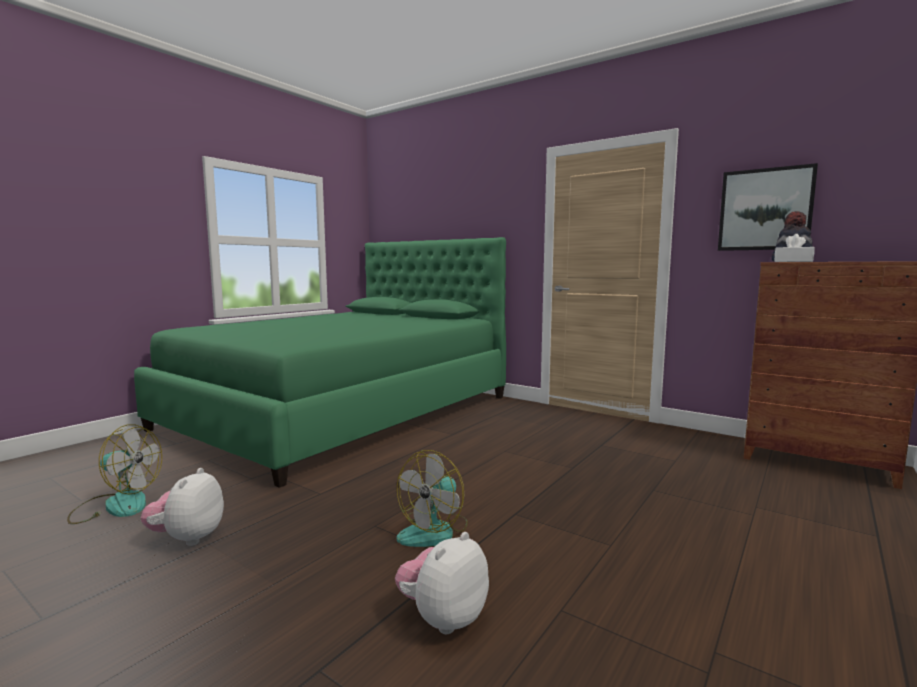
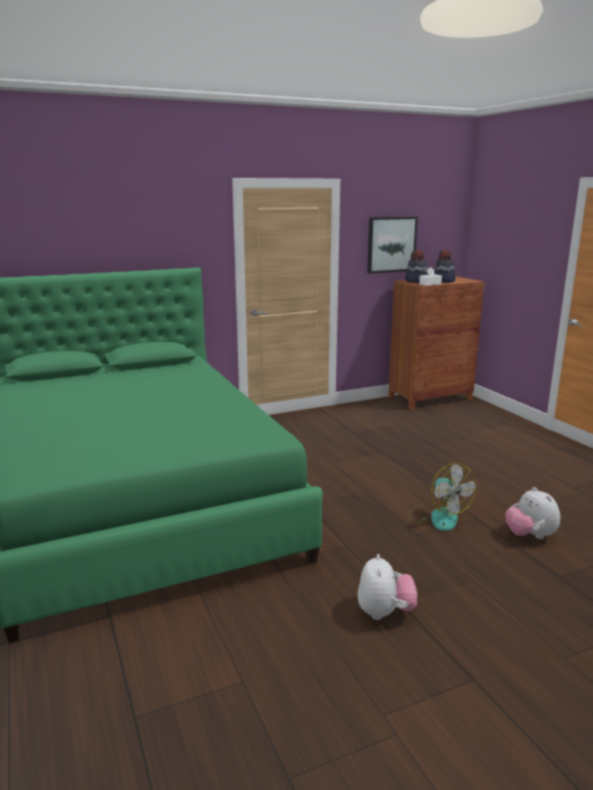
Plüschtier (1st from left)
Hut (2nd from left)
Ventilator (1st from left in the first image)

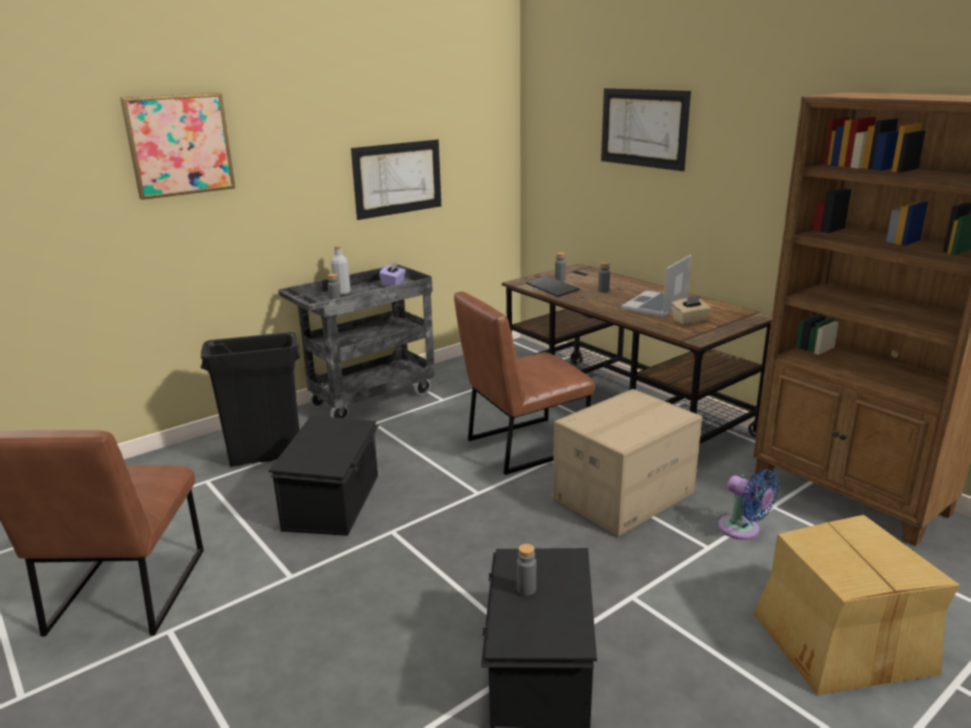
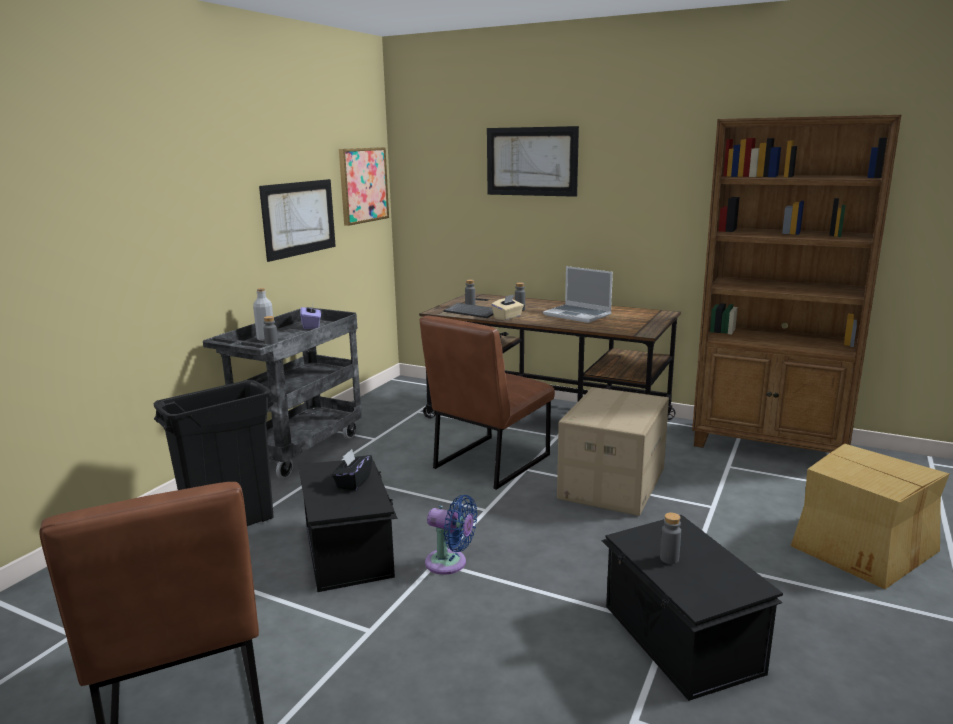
Taschentuchbox [schwarz]
Bild (2nd from left)
Ventilator [blau]
Taschentuchbox [beige]
Laptop

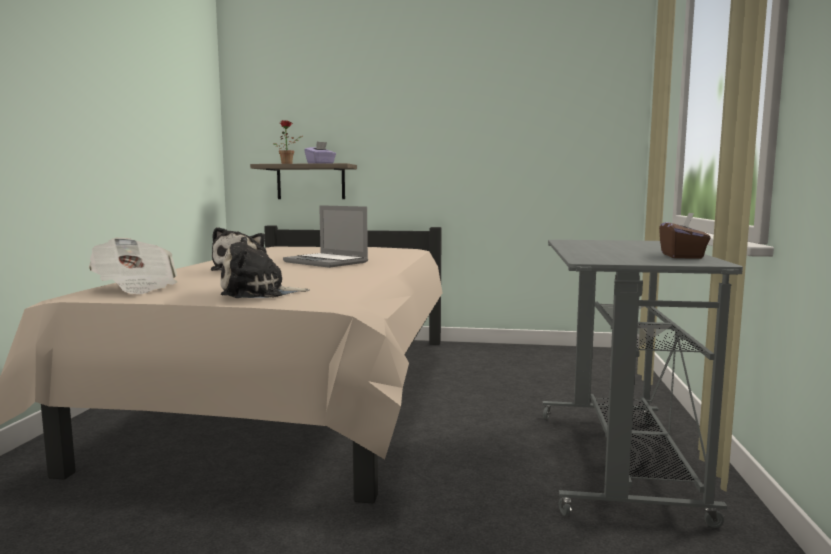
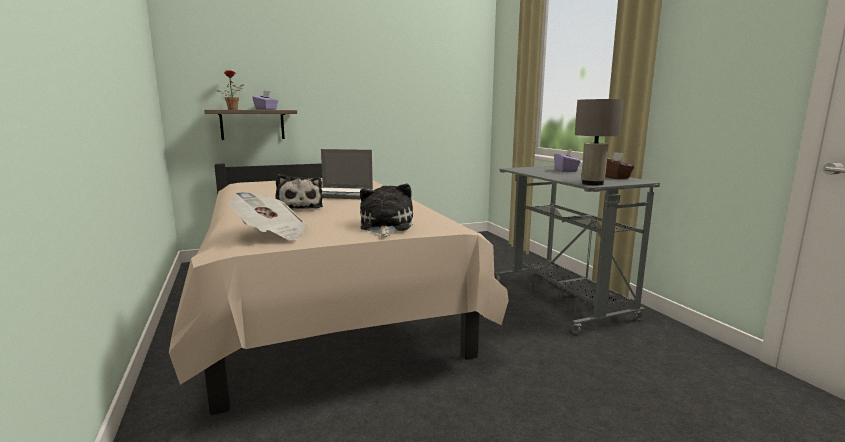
Plüschtier (2nd from left)
Taschentuchbox [lila] (2nd from left)
Tischlampe [grau]

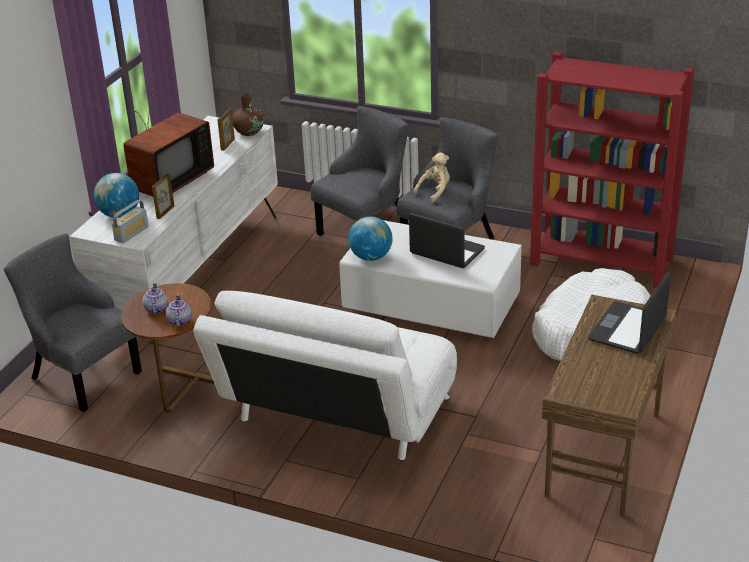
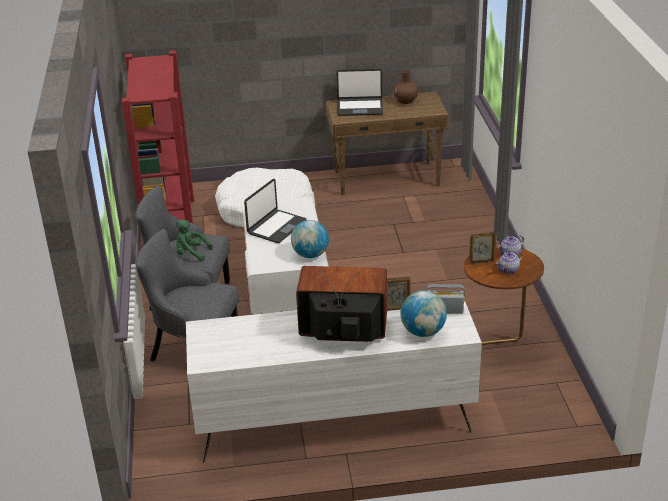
Plüschtier [grün]
Laptop (1st from left)
Vase [braun]
Bilderrahmen (2nd from left)
Sessel [grau] (1st from left in the first image)
Sofa [weiß]

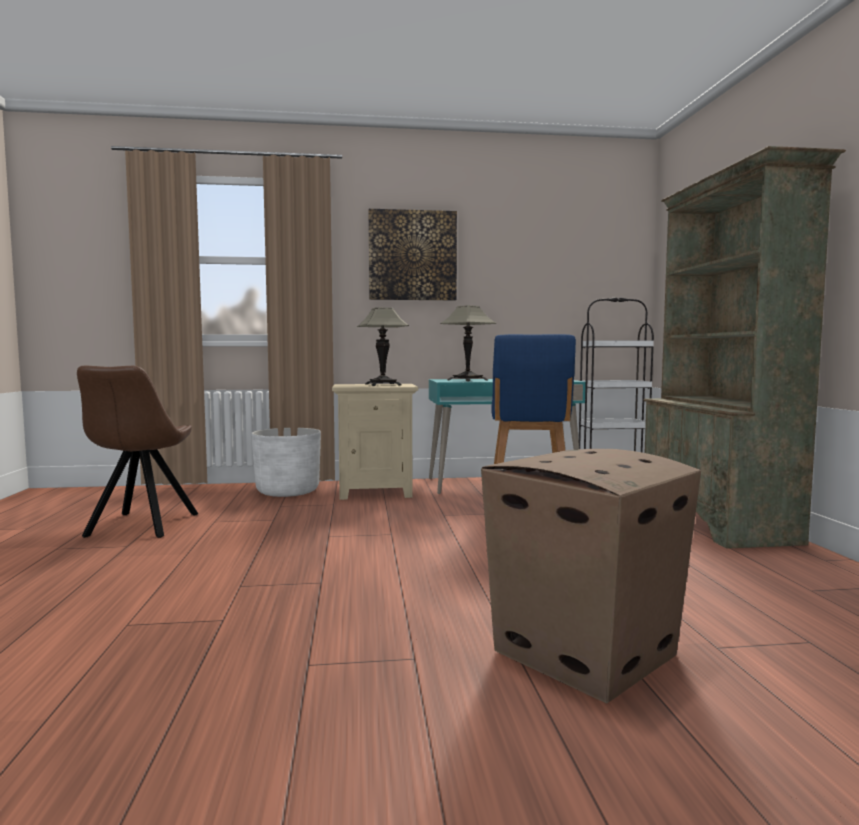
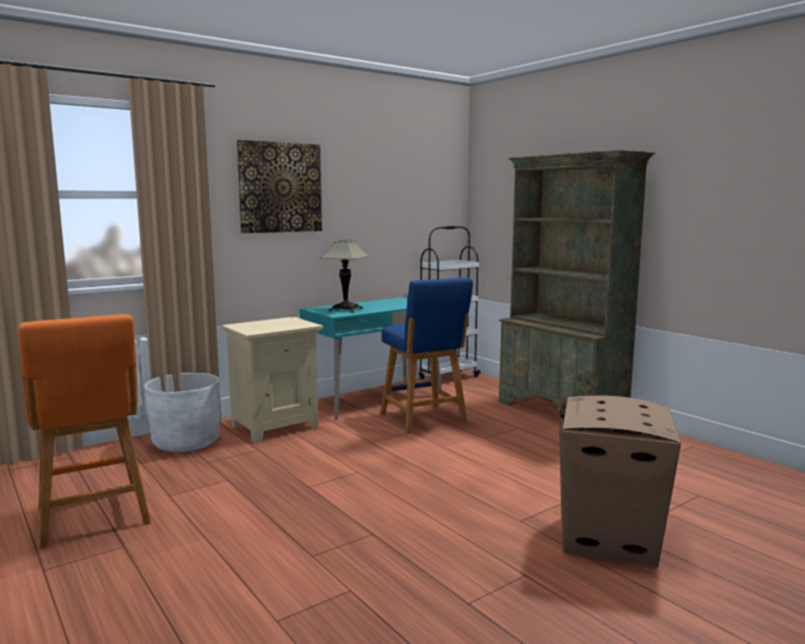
Hocker [orange]
Tischlampe (1st from left in the first image)

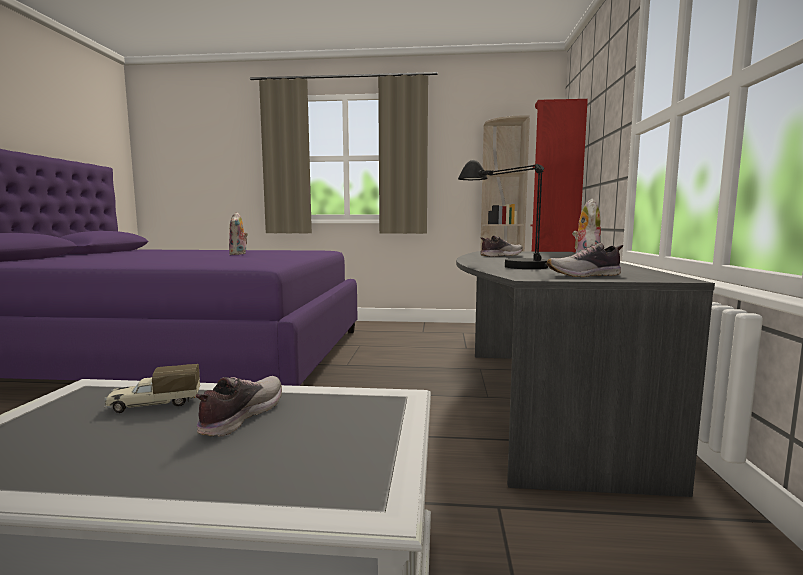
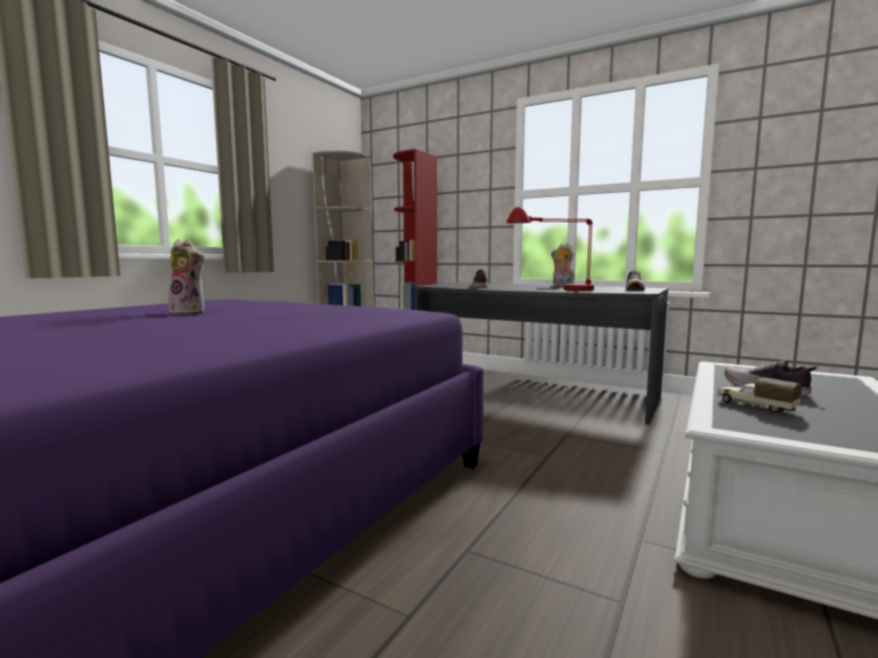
Tischlampe [rot]
Spielzeuglaster

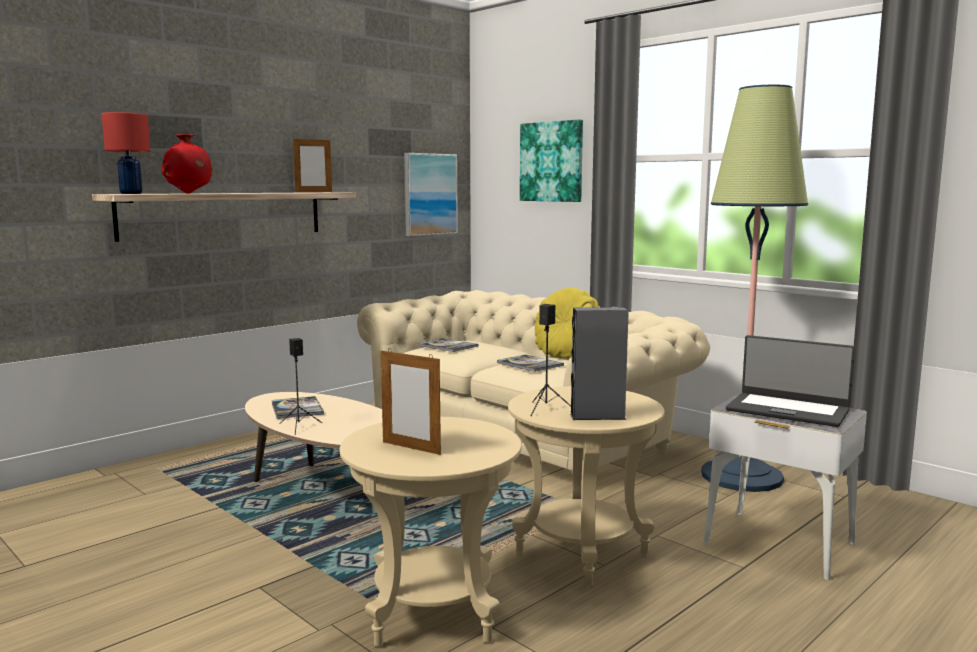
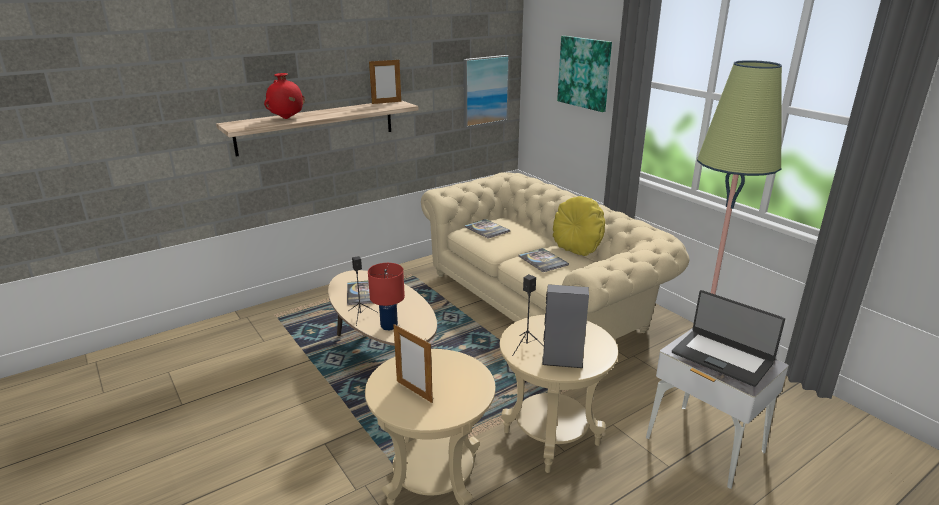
Tischlampe [rot]

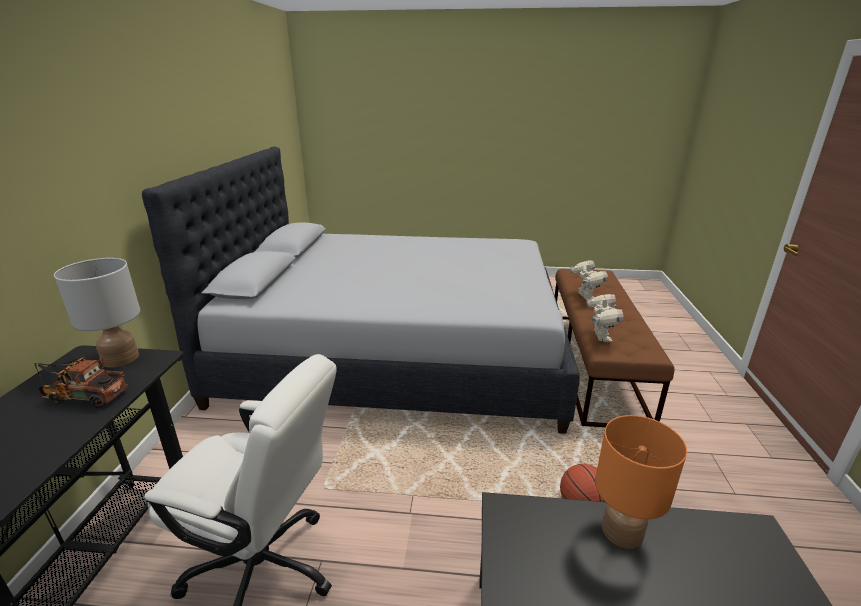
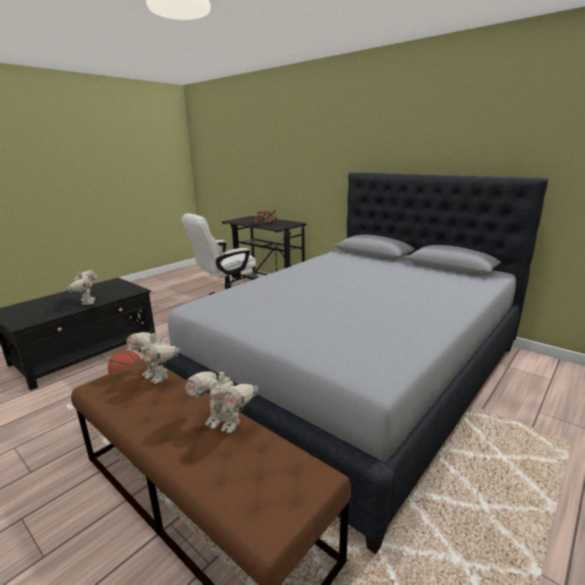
Spielzeugroboter (1st from left)
Tischlampe [grau]

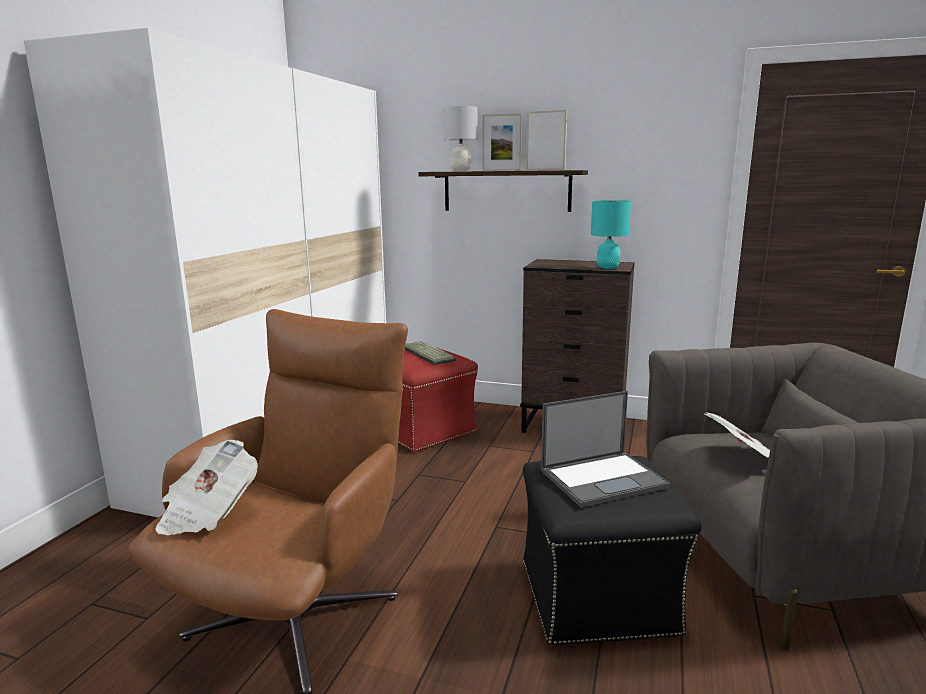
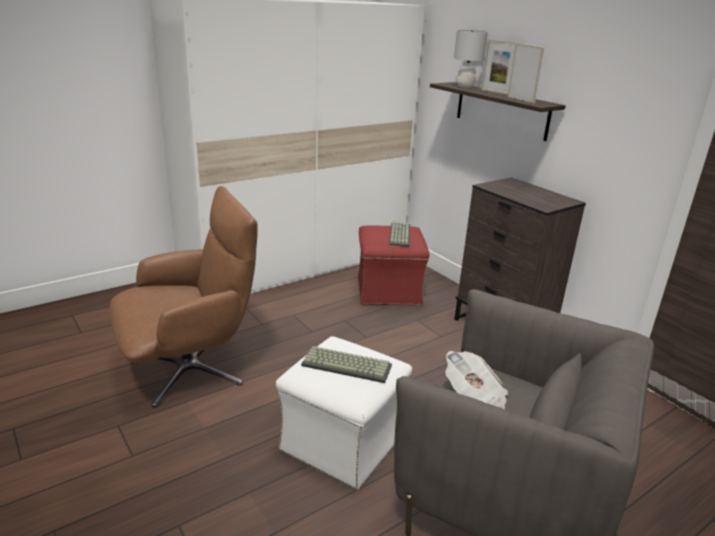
Polsterhocker [weiß]
Tastatur (1st from left)
Zeitung (1st from left in the first image)
Tischlampe [türkis]

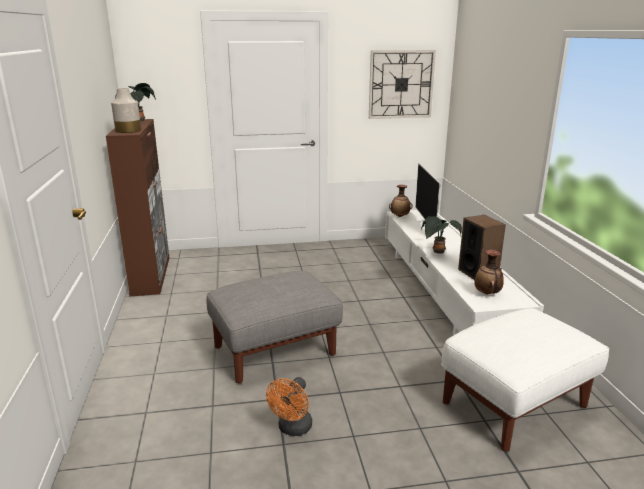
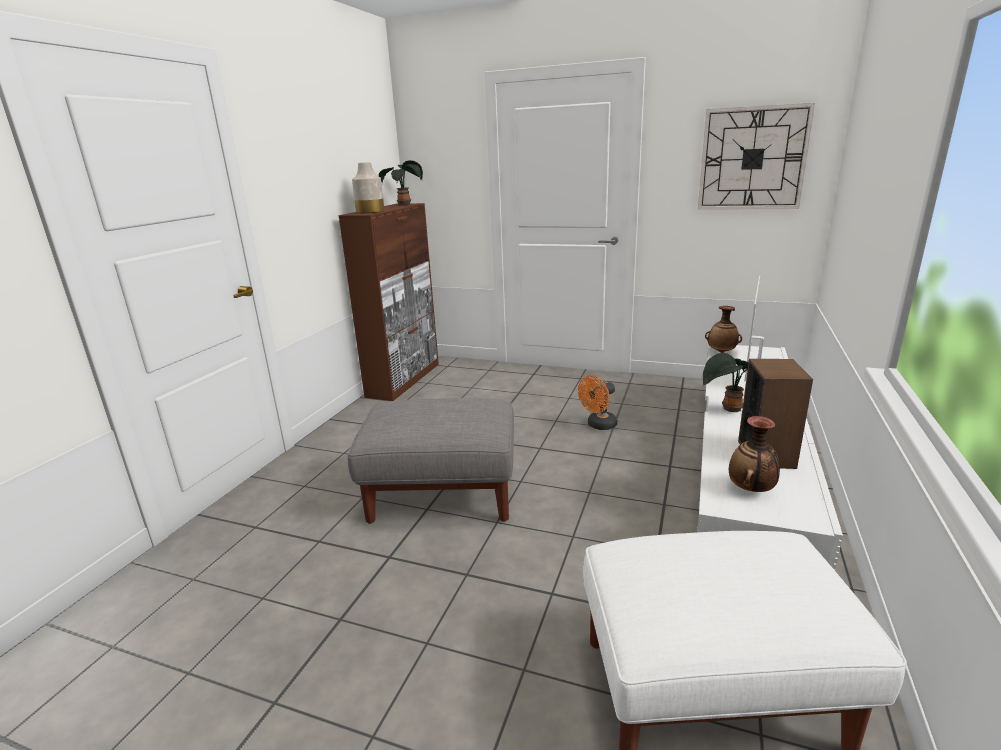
Ventilator [orange]

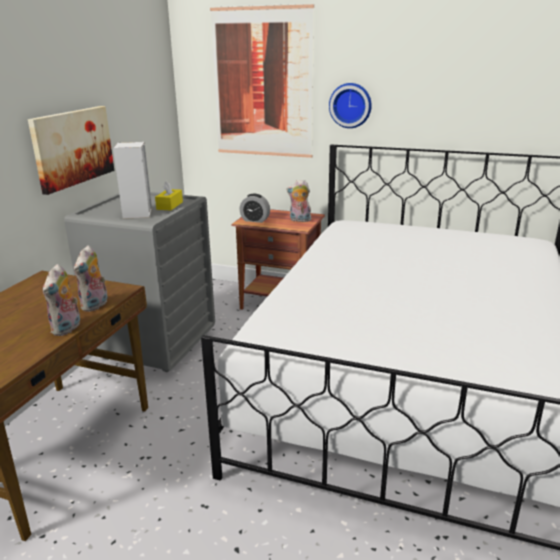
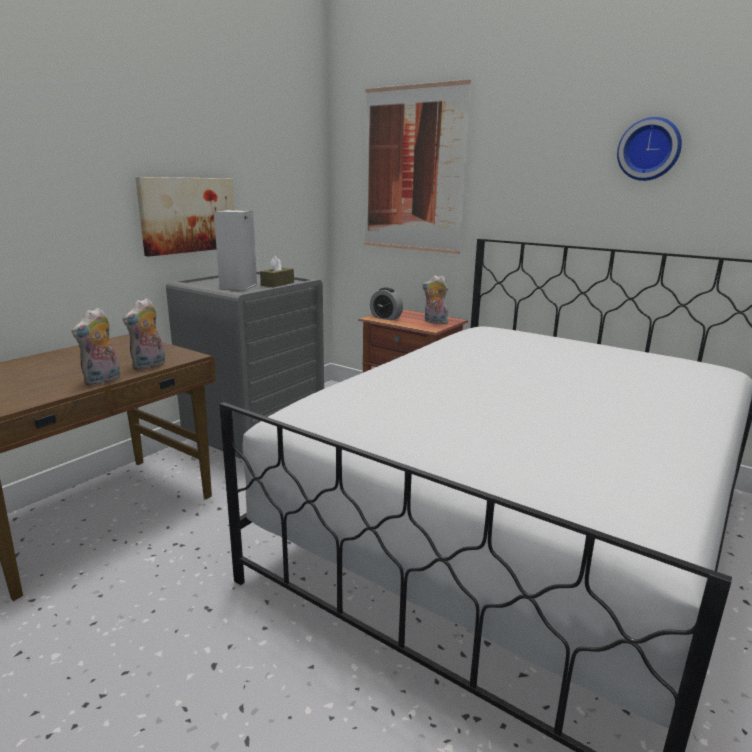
Taschentuchbox [braun]
Wanduhr

